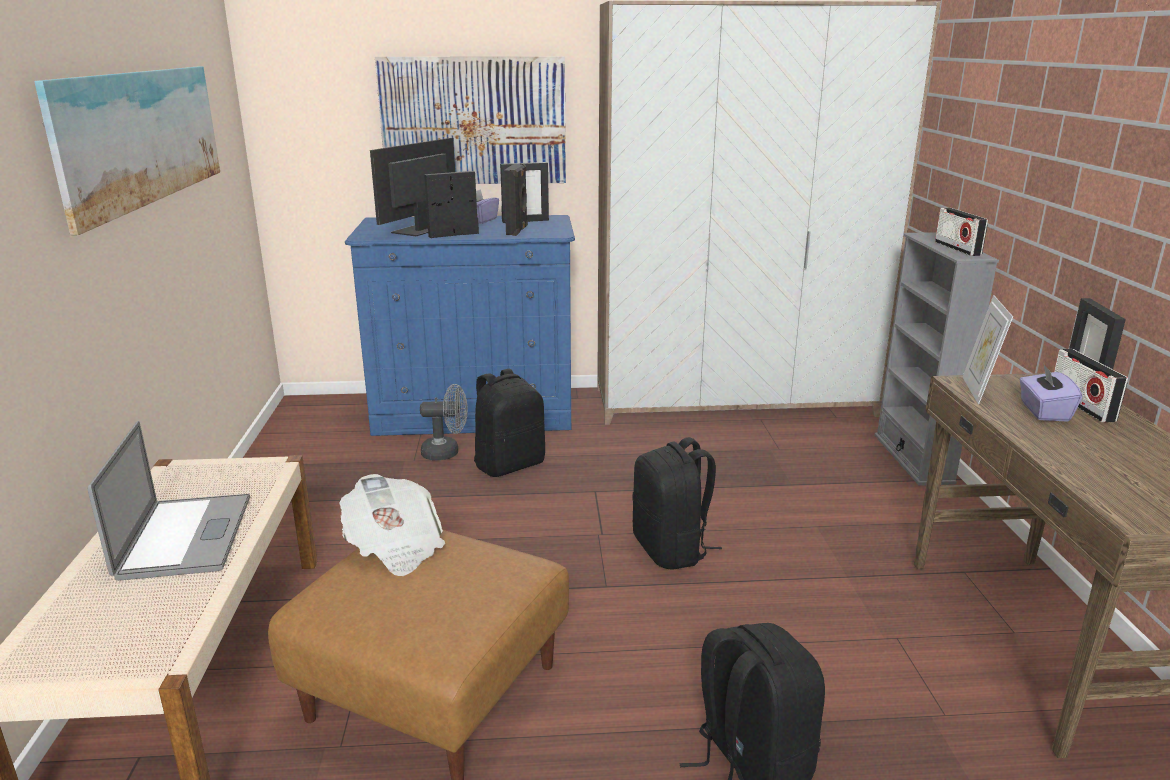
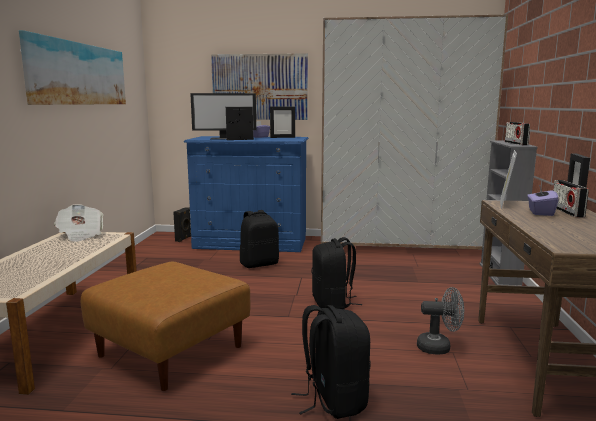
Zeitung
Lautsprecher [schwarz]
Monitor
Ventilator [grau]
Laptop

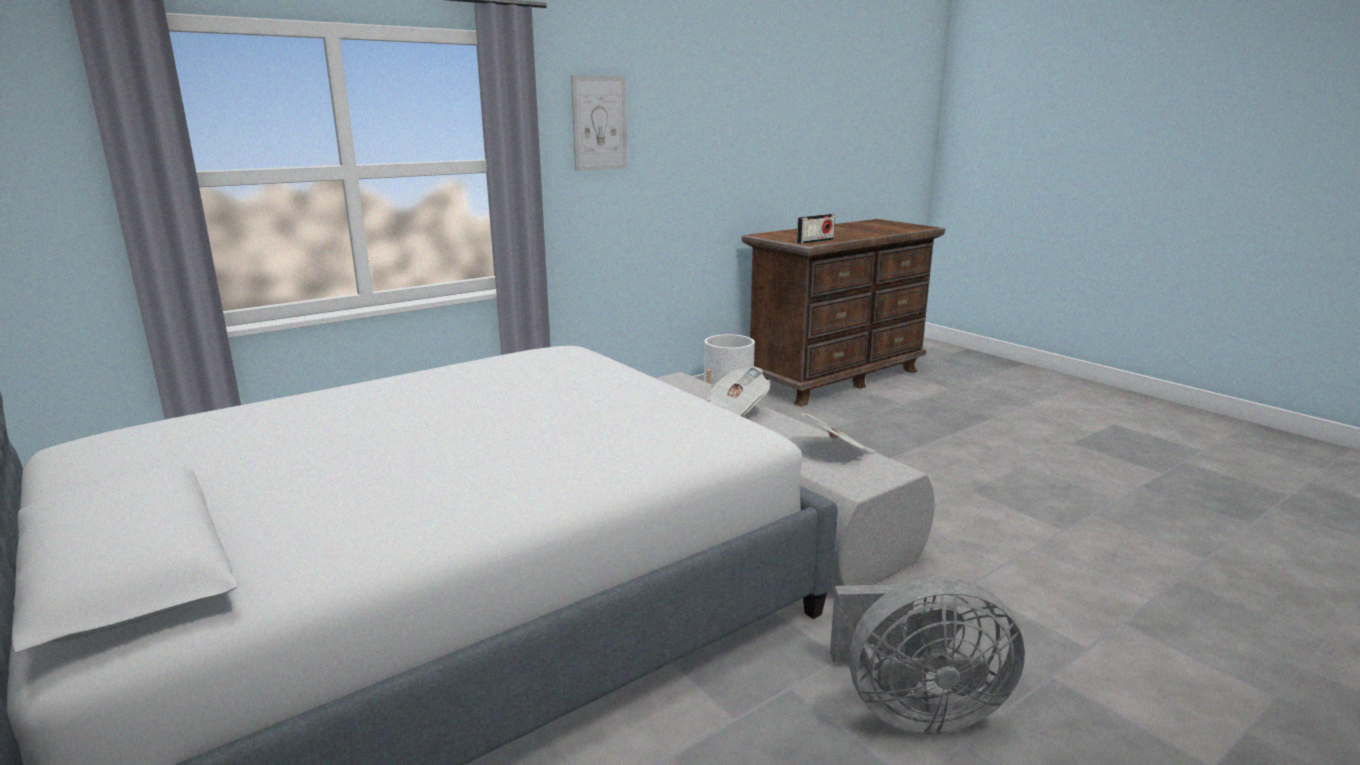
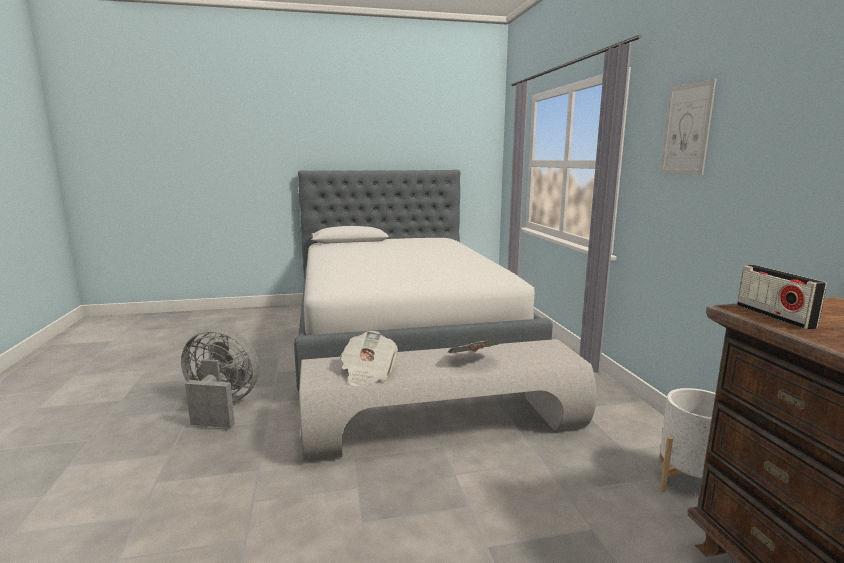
Ventilator [grau]

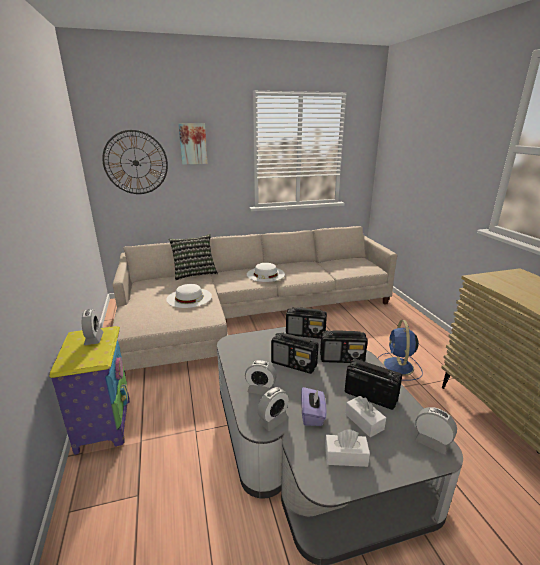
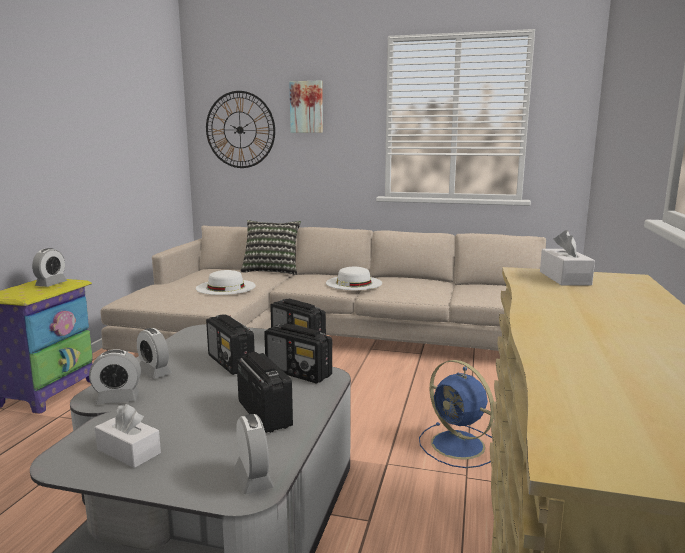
Ventilator [blau]
Taschentuchbox [weiß] (2nd from left)
Taschentuchbox [lila]

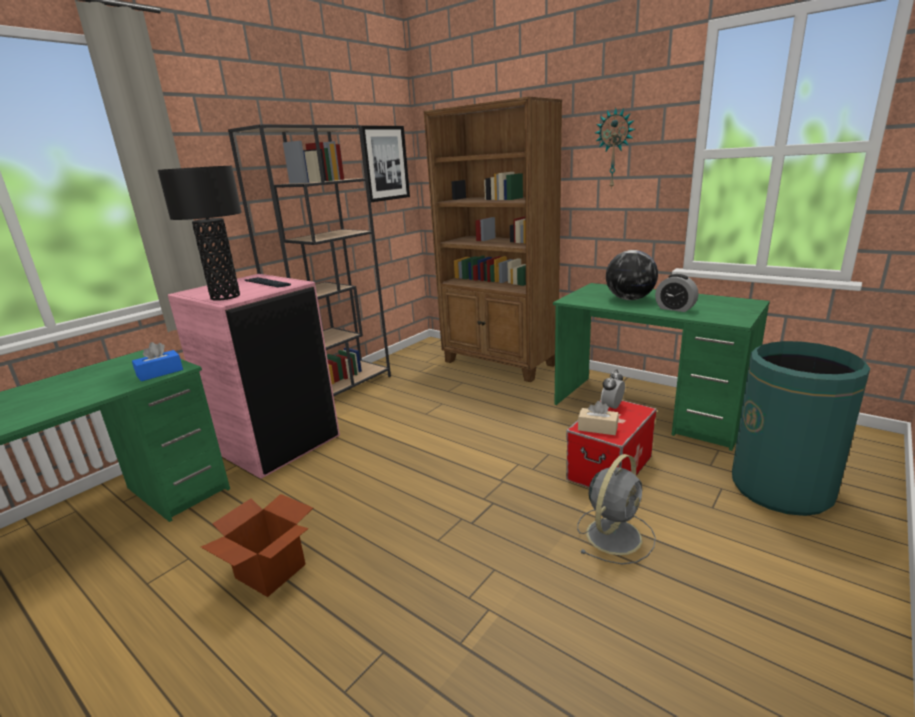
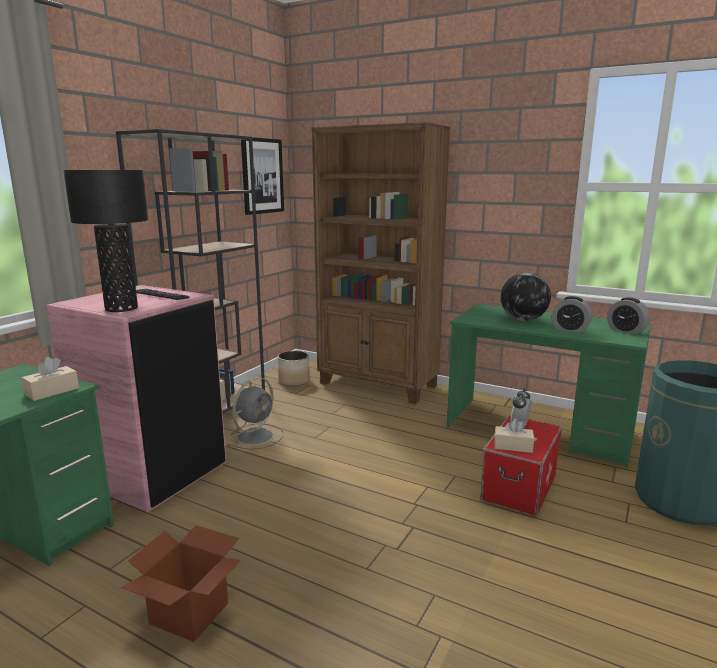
Taschentuchbox [beige] (1st from left)
Ventilator [grau]
Pflanzkübel
Wecker (3rd from left)
Wanduhr

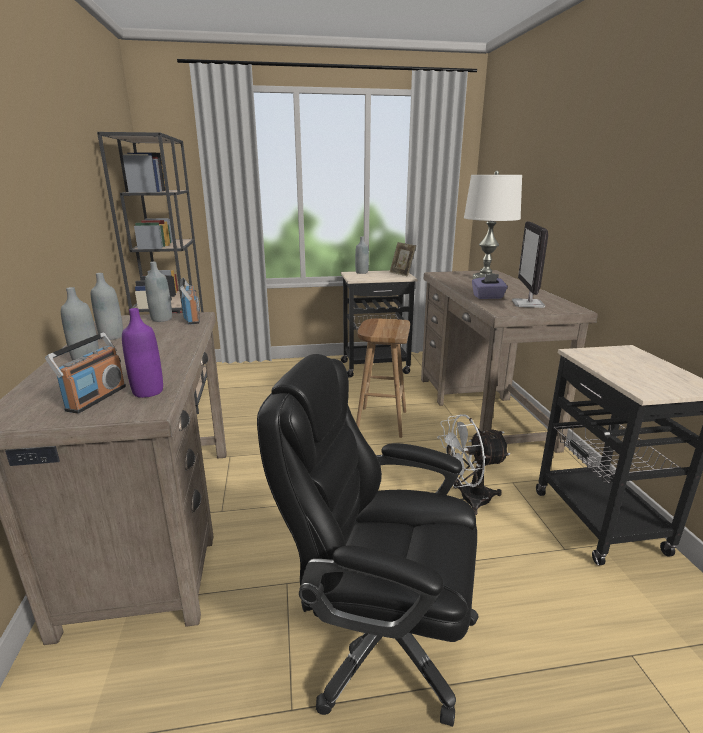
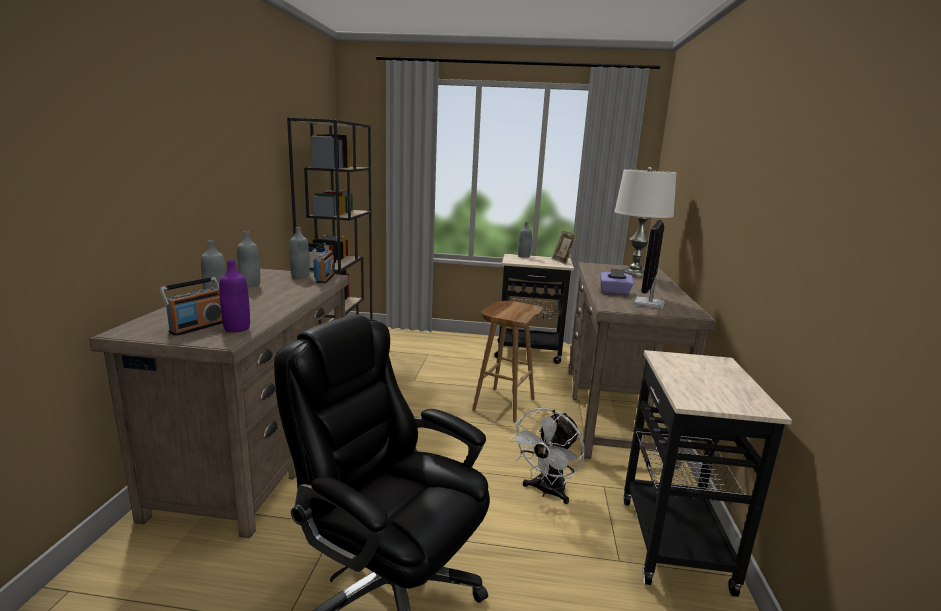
Ventilator [weiß]

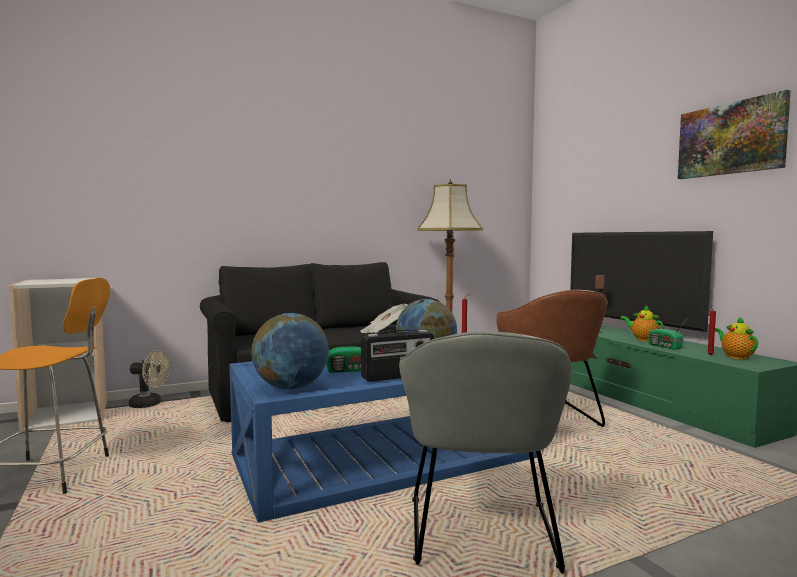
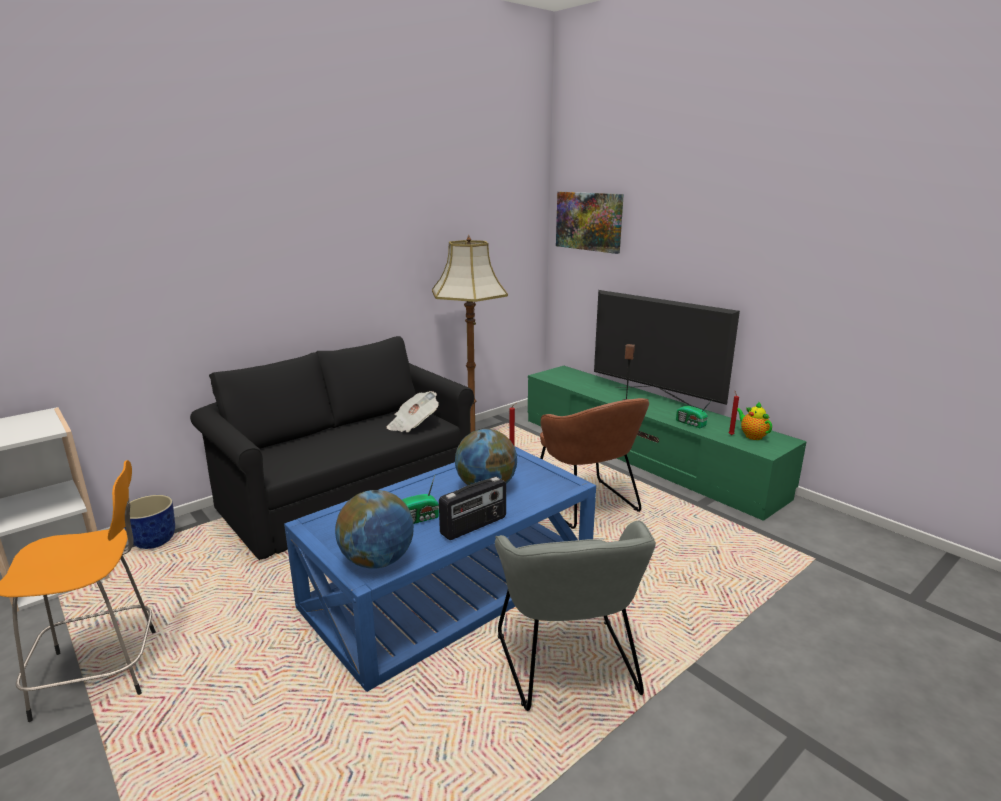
Pflanzkübel
Bild
Teekanne (1st from left in the first image)

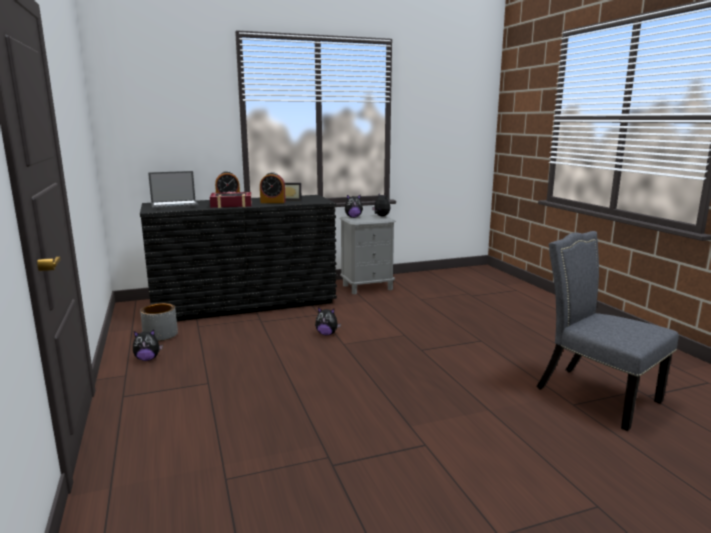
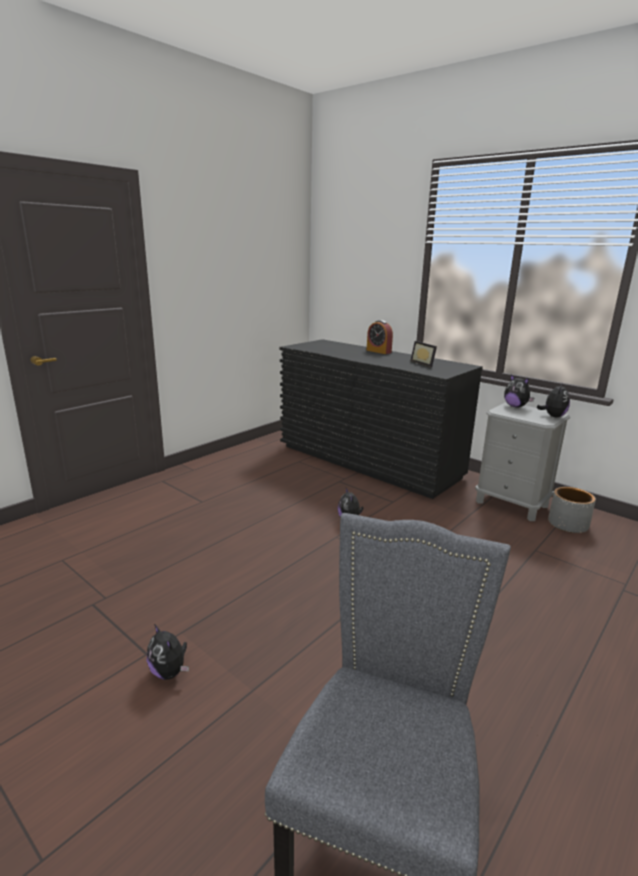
Plüschtier (1st from left)
Pflanzkübel [grau]
Laptop
Buch
Wecker (2nd from left in the first image)

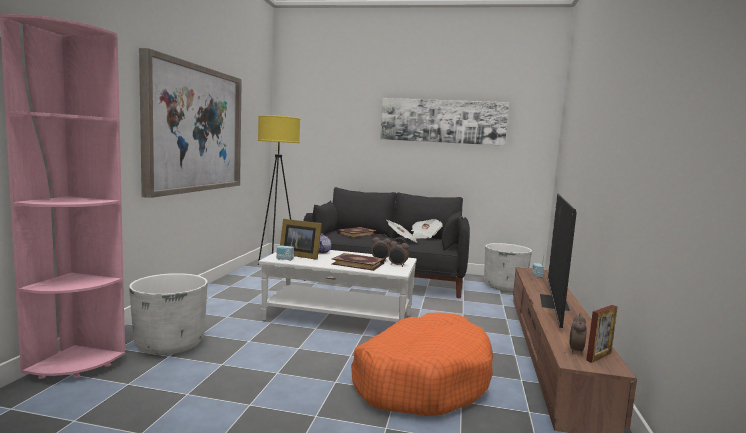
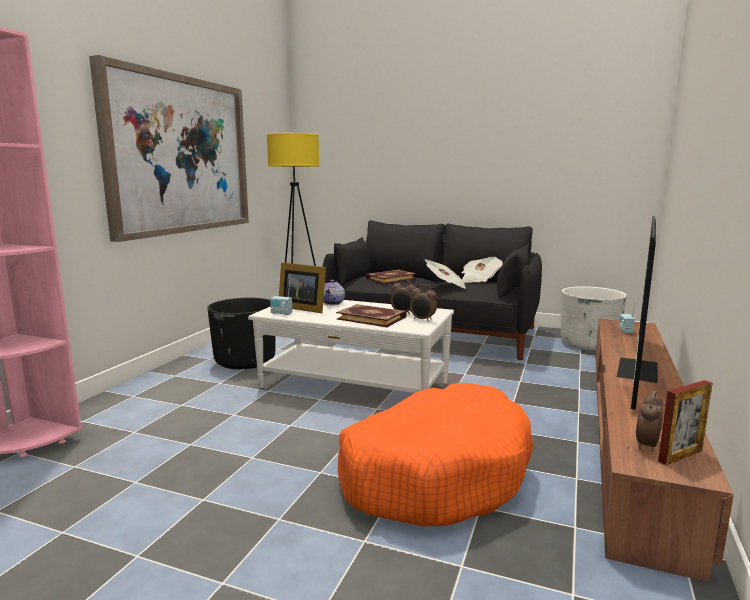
Pflanzkübel [schwarz]
Pflanzkübel [weiß] (1st from left in the first image)
Bild (2nd from left in the first image)

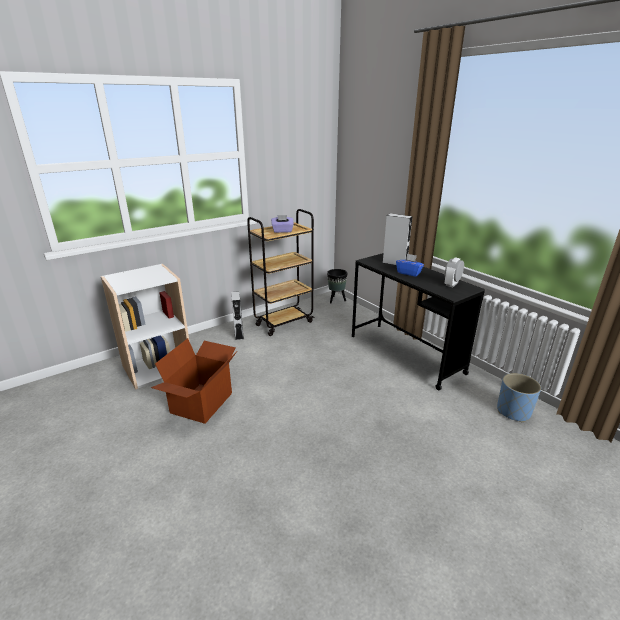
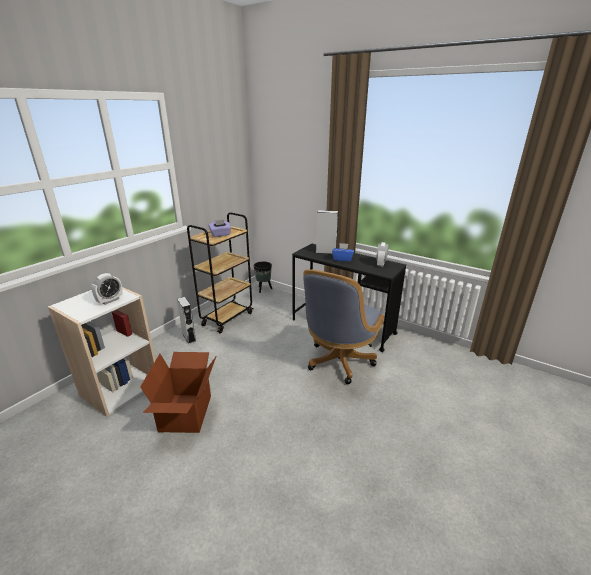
Wecker (1st from left)
Bürostuhl [blau]
Pflanzkübel [blau]

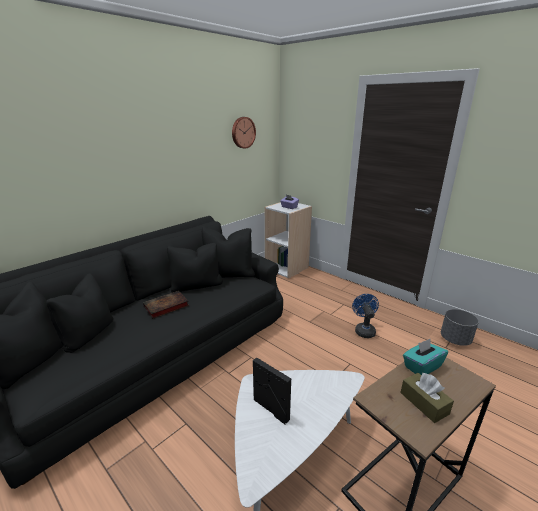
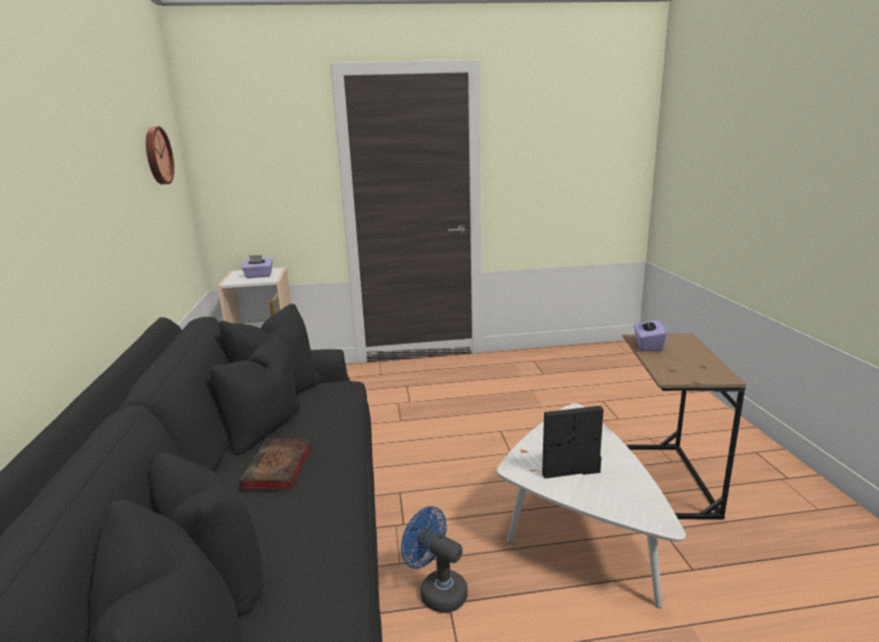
Ventilator [blau]
Taschentuchbox [lila] (2nd from left)
Taschentuchbox [braun]
Pflanzkübel [grau]

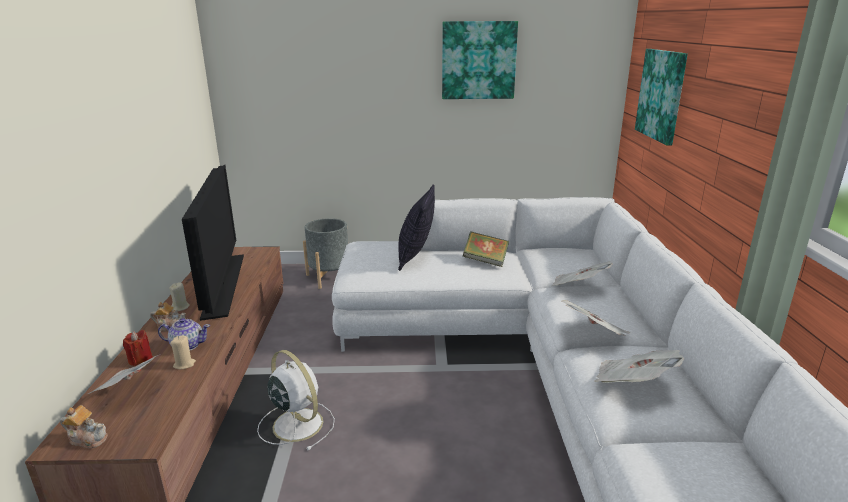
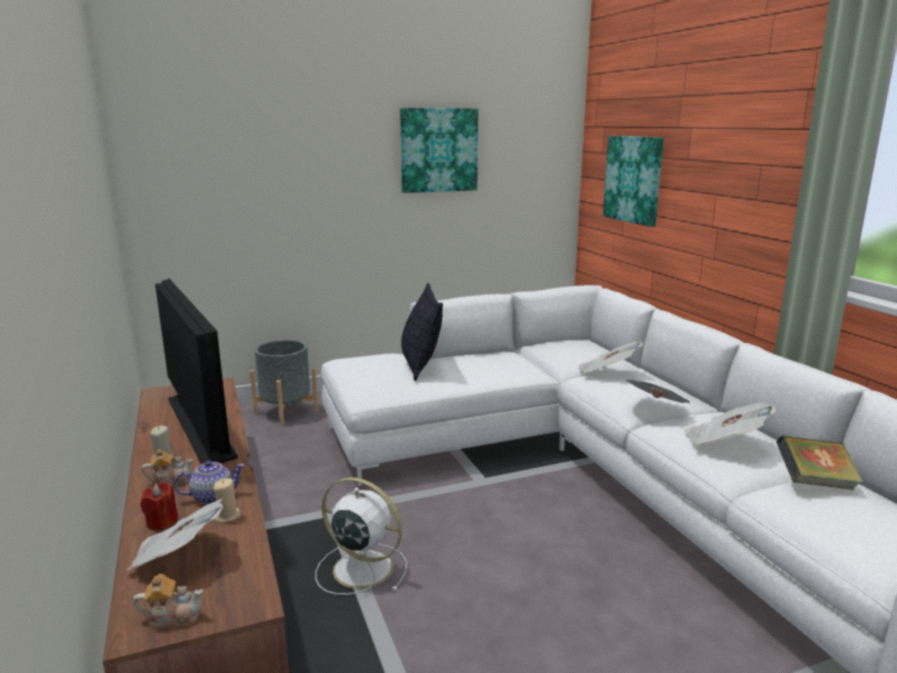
Buch

